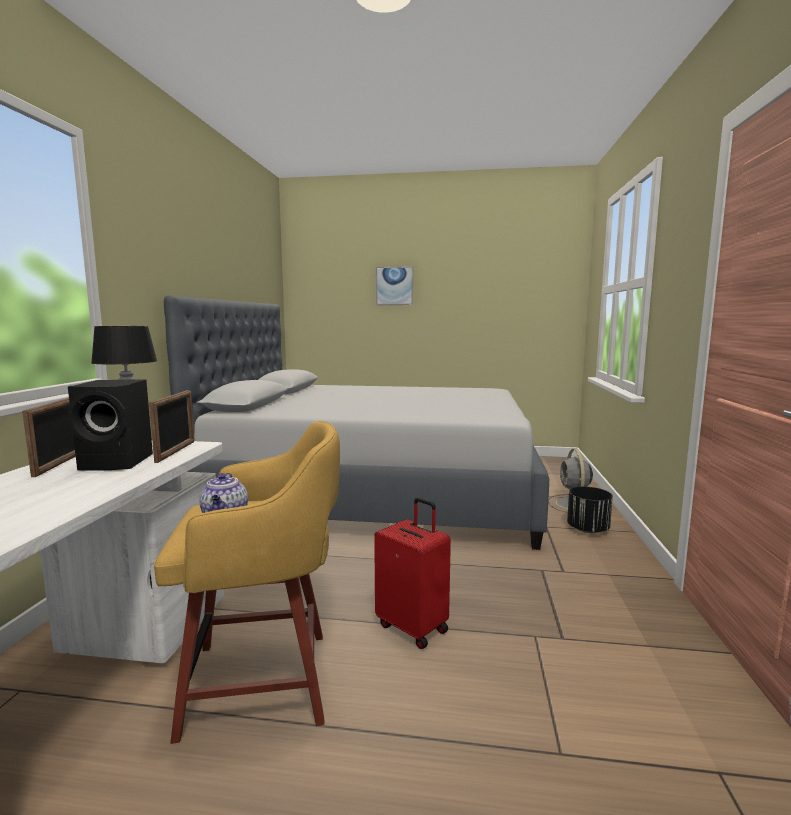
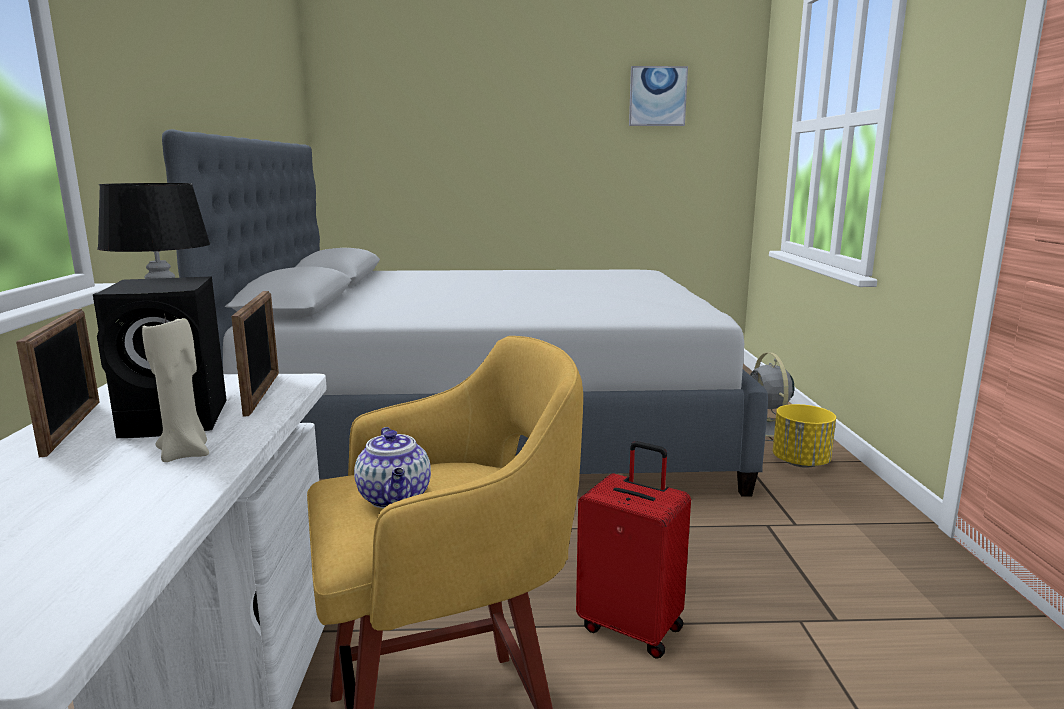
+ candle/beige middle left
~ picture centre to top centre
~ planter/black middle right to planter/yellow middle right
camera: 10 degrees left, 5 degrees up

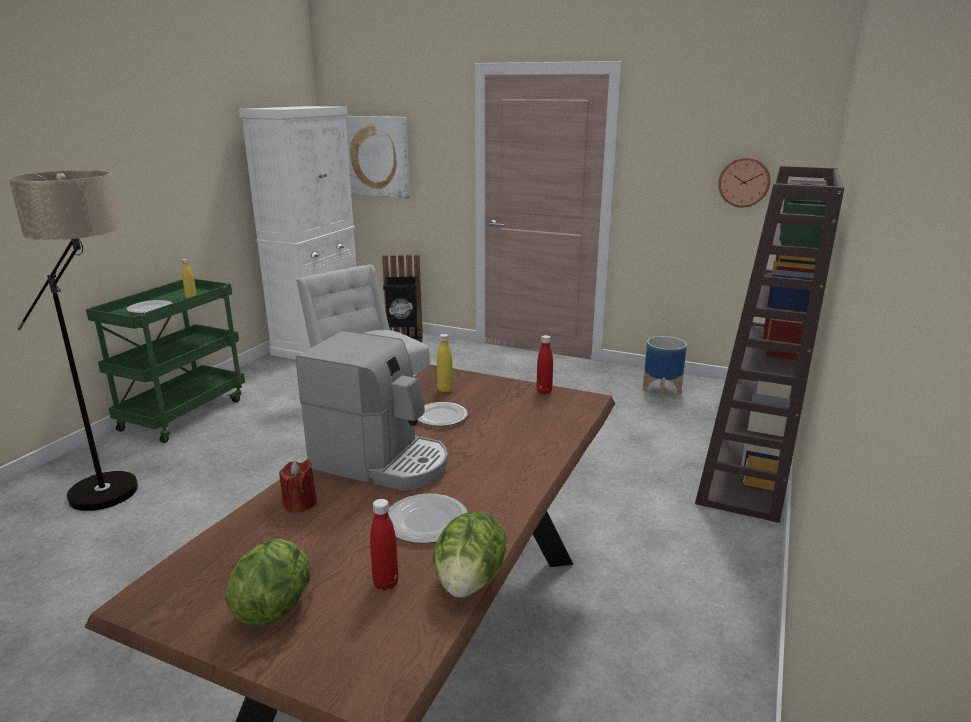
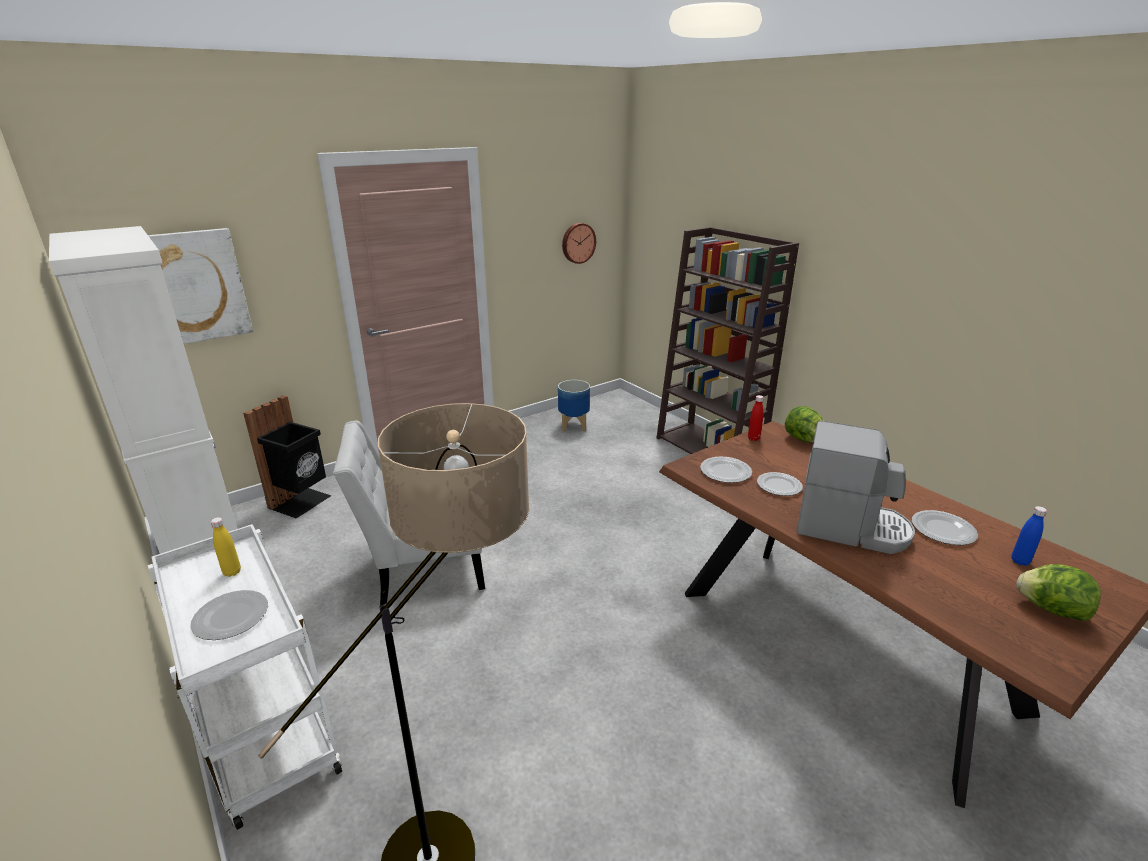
- candle/red bottom left
~ lettuce (2nd from left in the first image) bottom centre to lettuce (1st from left) middle right
~ bottle/yellow (2nd from left) centre to plate (2nd from left) centre
~ cart/green middle left to cart/white bottom left
~ bottle/red (1st from left) bottom centre to bottle/blue middle right
~ coffee machine centre = middle right 60 degrees clockwise
camera: 60 degrees left, 5 degrees up

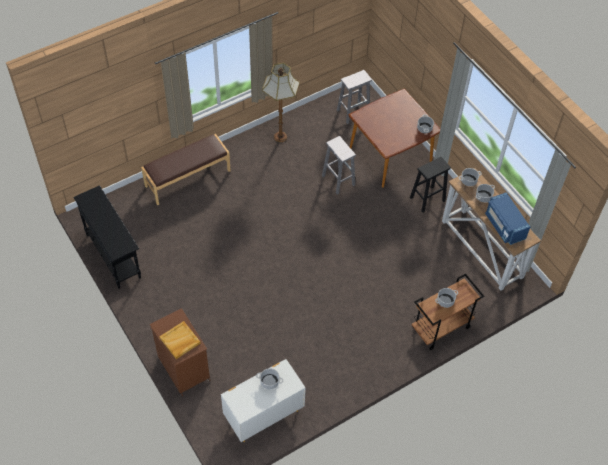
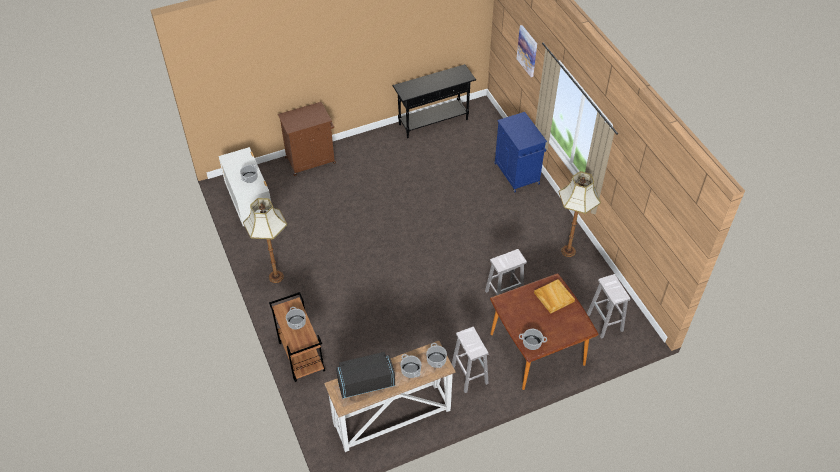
+ floor lamp (1st from left) middle left
+ picture top centre
~ tray/beige bottom left to centre
~ bench/brown middle left to cabinet/blue top centre
~ stool/black middle right to stool/white (1st from left) bottom centre
~ microwave/blue middle right to microwave/black bottom centre
camera: 100 degrees right, 5 degrees down

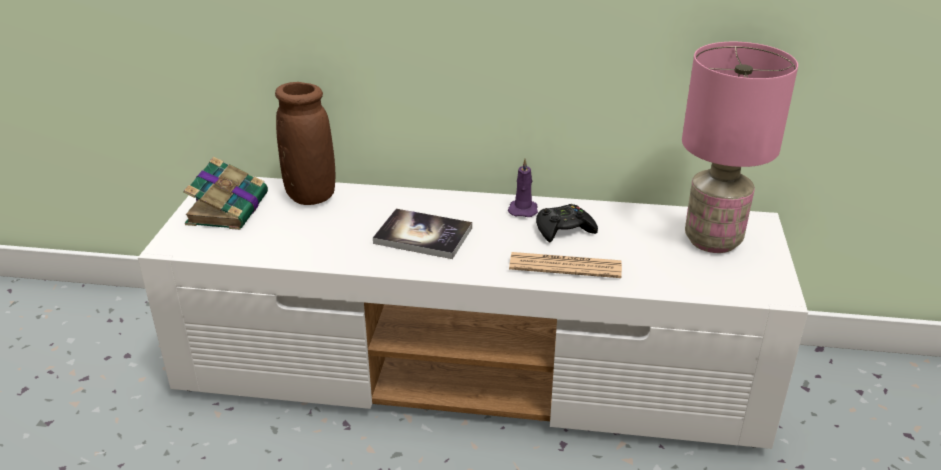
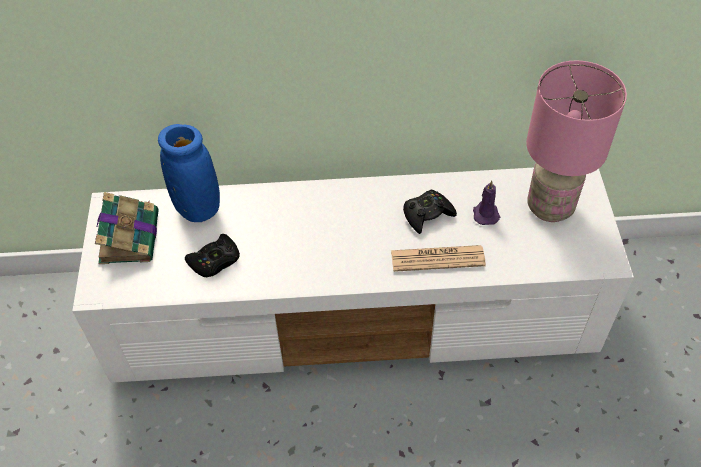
- book (2nd from left) centre
+ game controller/black (1st from left) middle left
~ candle/purple centre to middle right
~ vase/brown top left to vase/blue middle left
camera: 10 degrees left, 20 degrees up

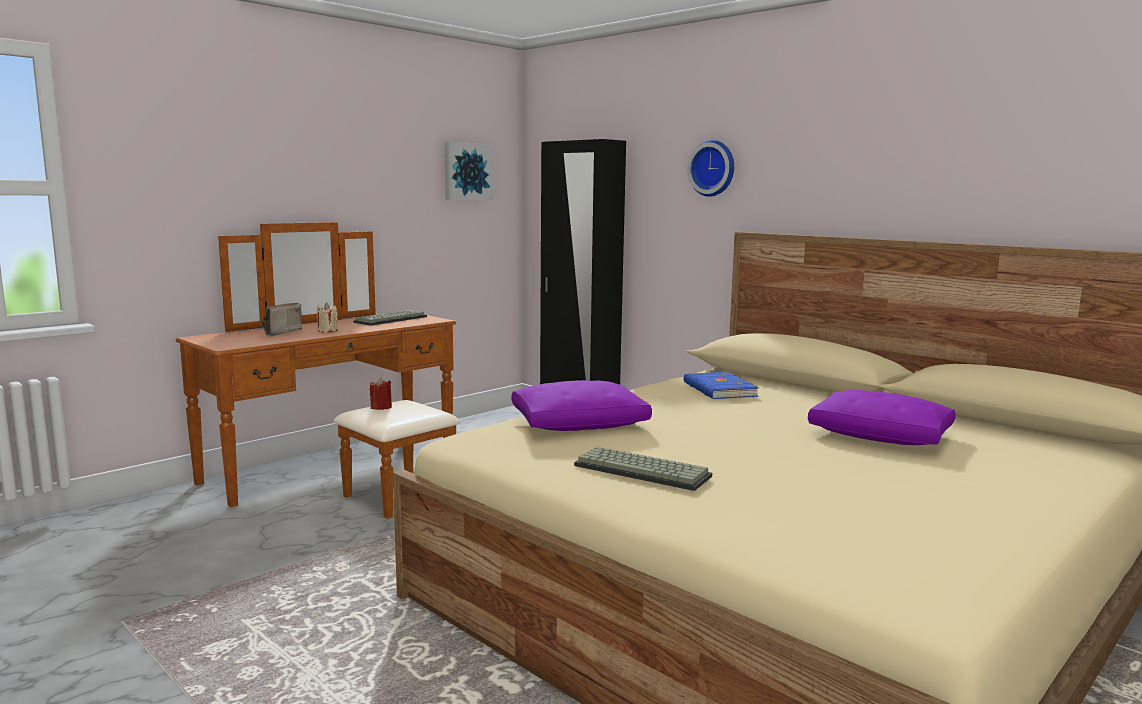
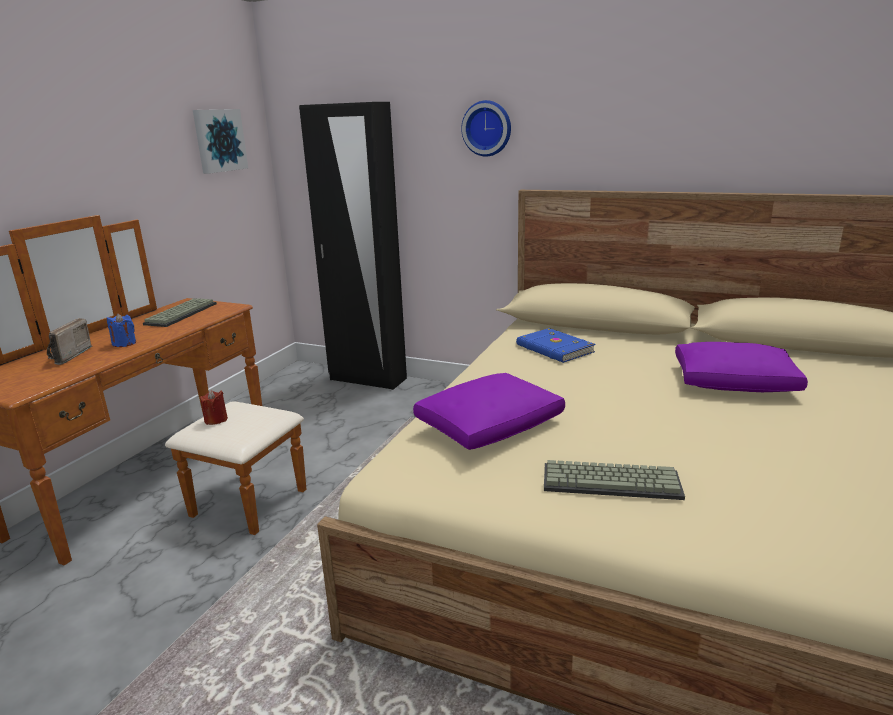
~ candle/beige middle left to candle/blue middle left
camera: 20 degrees left, 10 degrees up

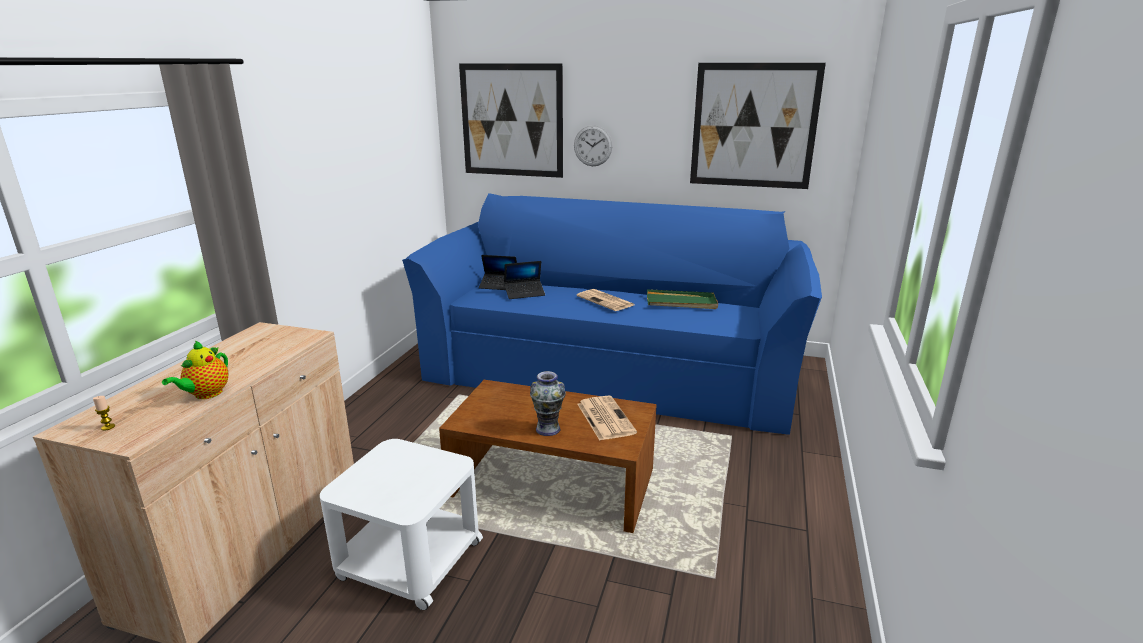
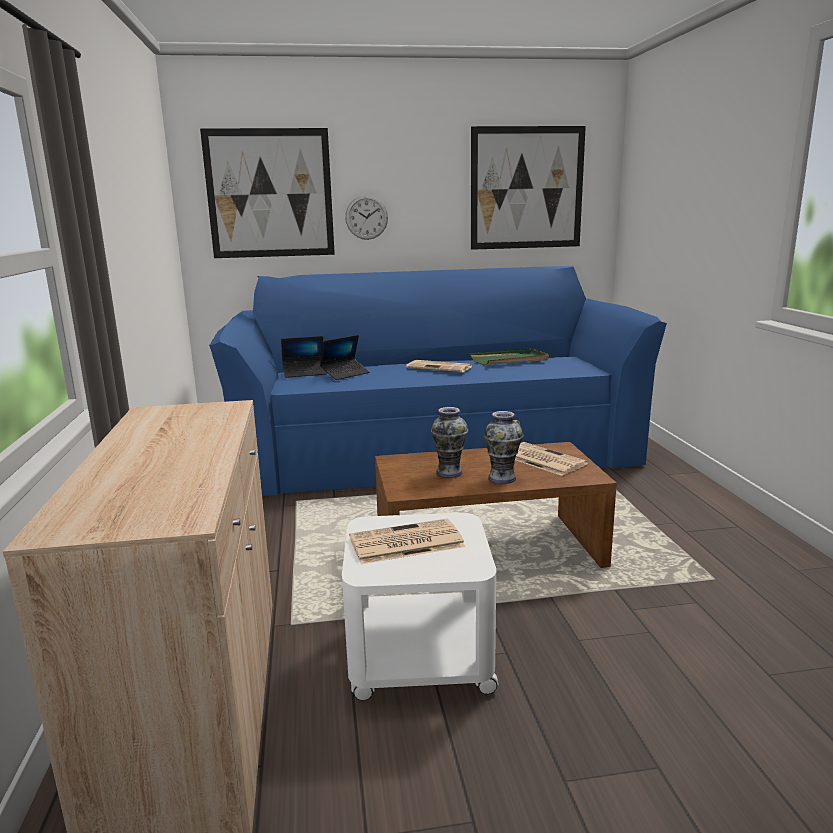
- candle middle left
- teapot middle left
+ newspaper (1st from left) centre
+ vase (1st from left) centre
camera: 25 degrees left, 5 degrees down

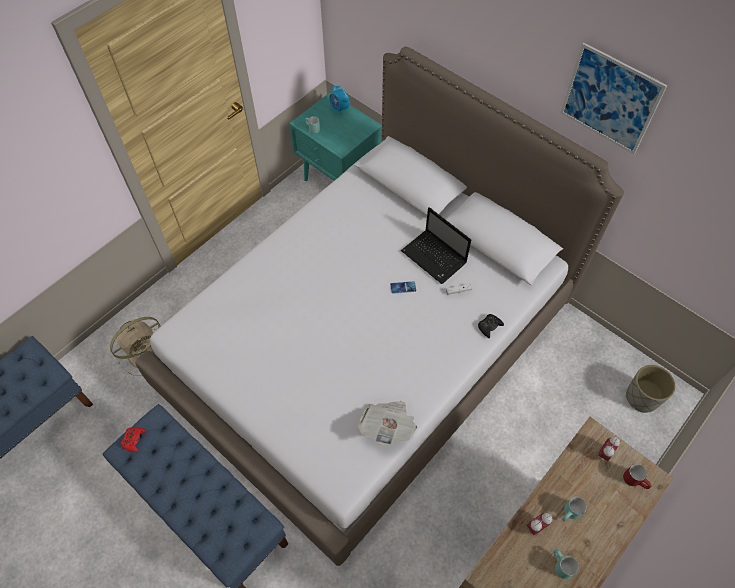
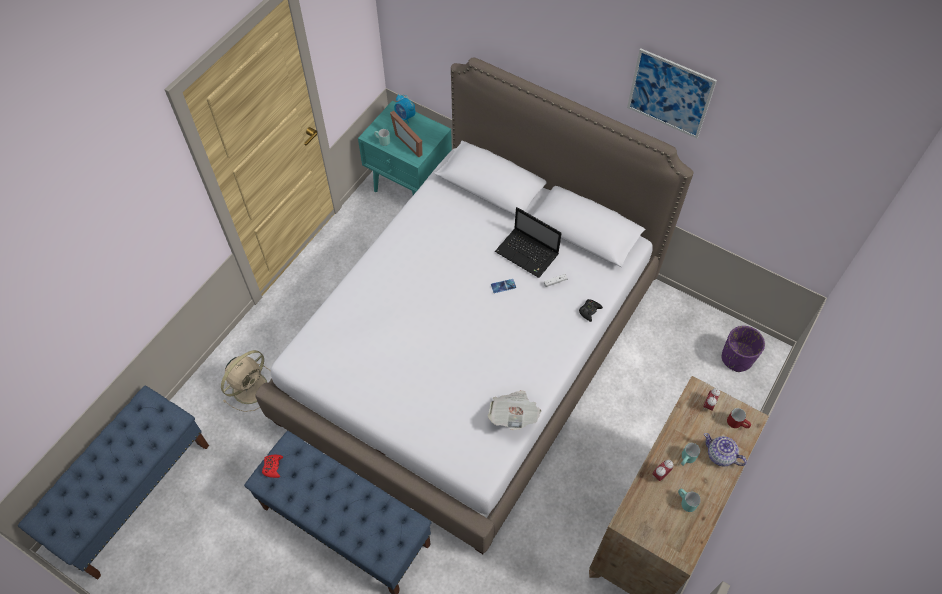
+ picture frame top centre
+ teapot bottom right
~ planter/grey middle right to planter/purple middle right
camera: 10 degrees left, 0 degrees up

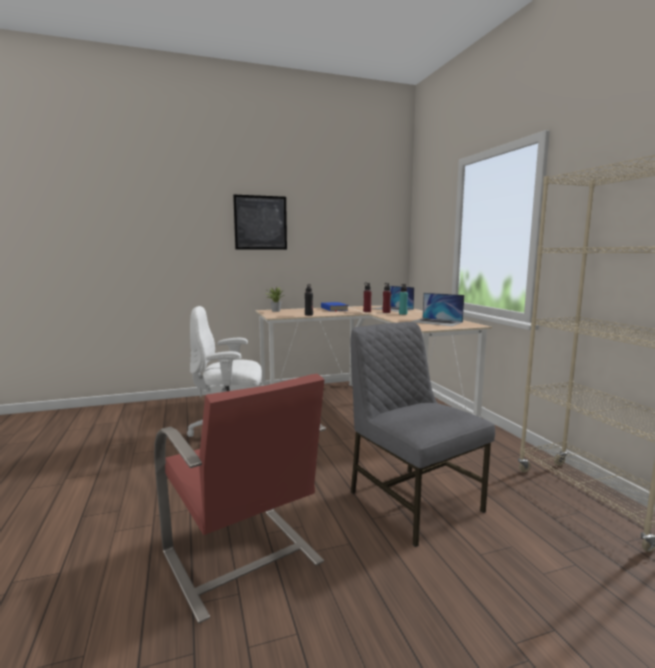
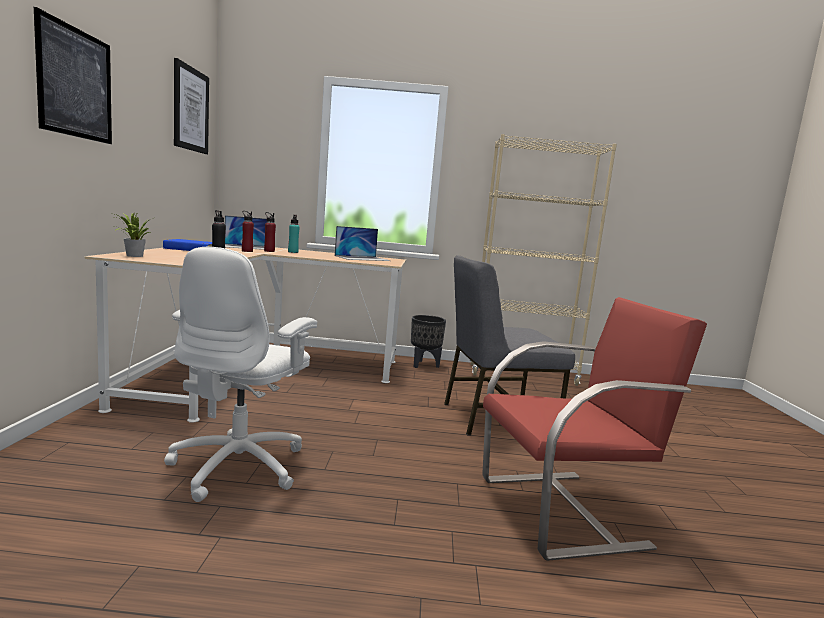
+ picture (2nd from left) top left
+ planter/black centre
camera: 70 degrees left, 0 degrees up

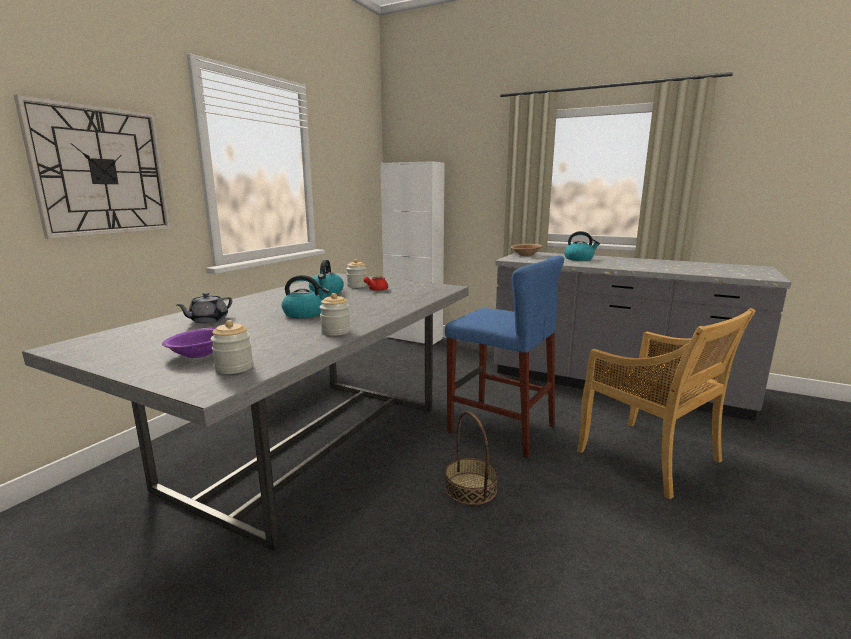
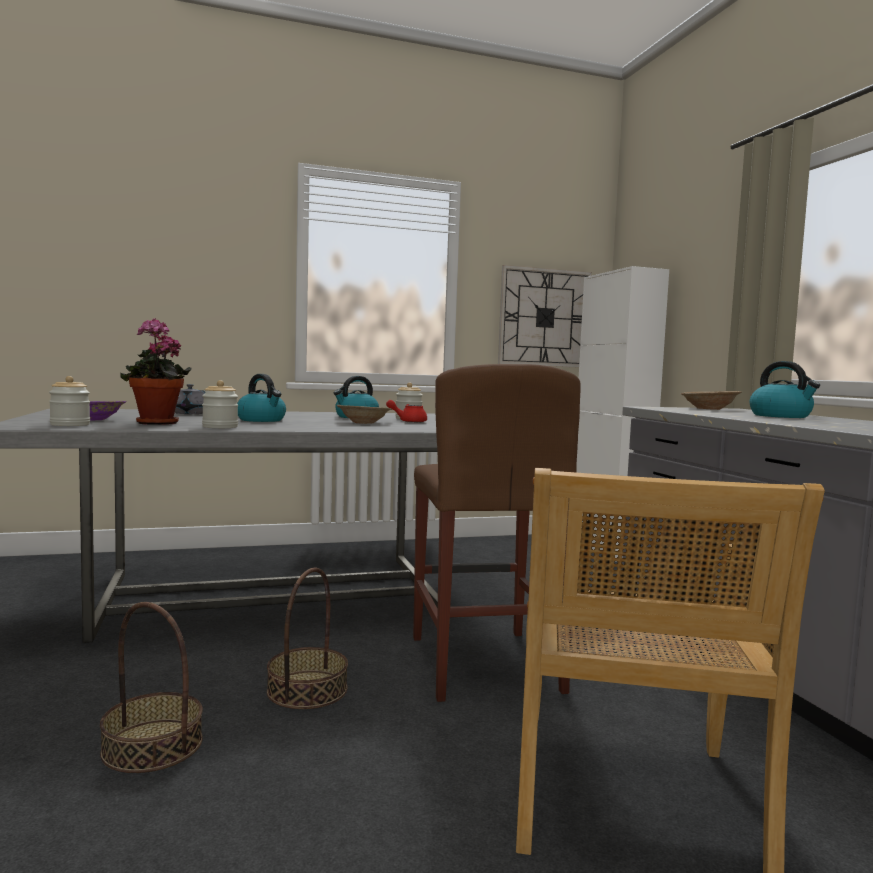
+ basket (1st from left) bottom left
+ potted plant middle left
+ bowl/brown (1st from left) centre
~ wall clock top left to centre
~ stool/blue centre to stool/brown centre
camera: 45 degrees right, 10 degrees down

